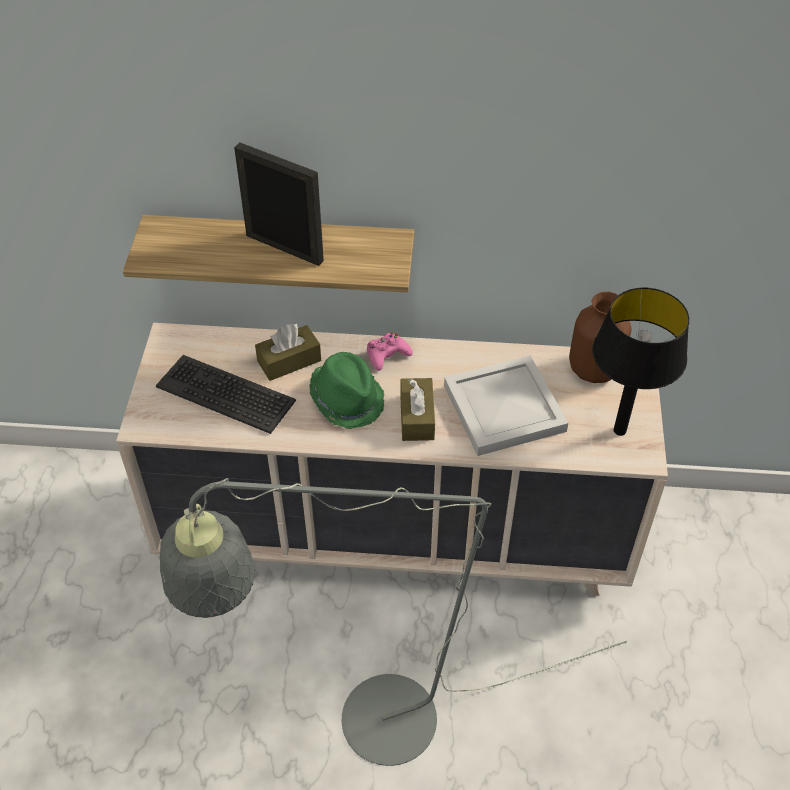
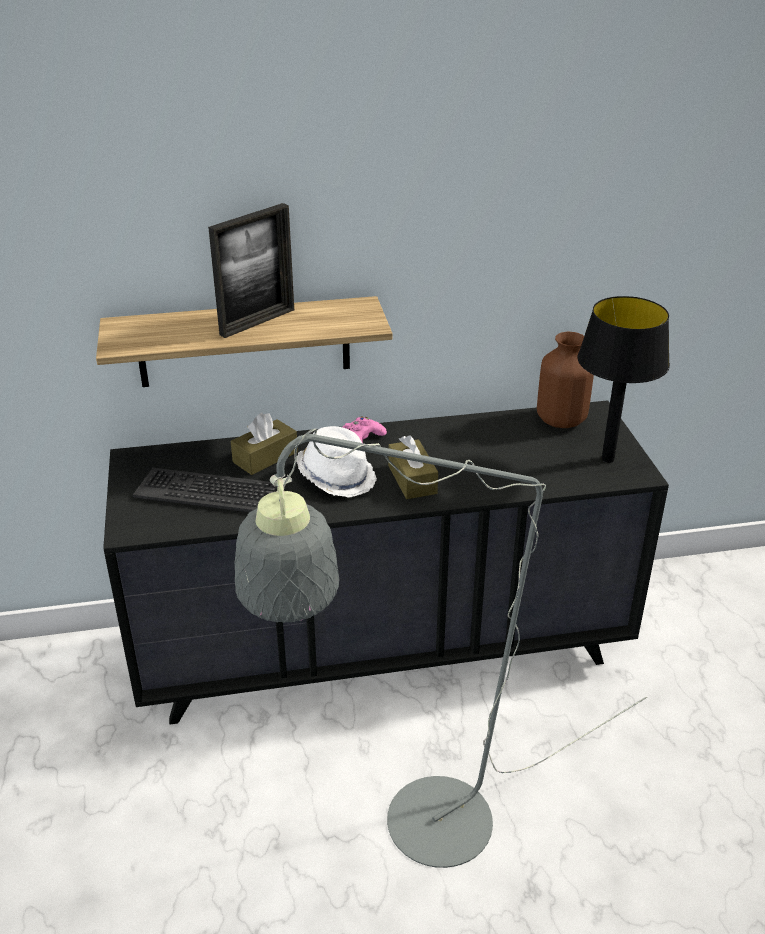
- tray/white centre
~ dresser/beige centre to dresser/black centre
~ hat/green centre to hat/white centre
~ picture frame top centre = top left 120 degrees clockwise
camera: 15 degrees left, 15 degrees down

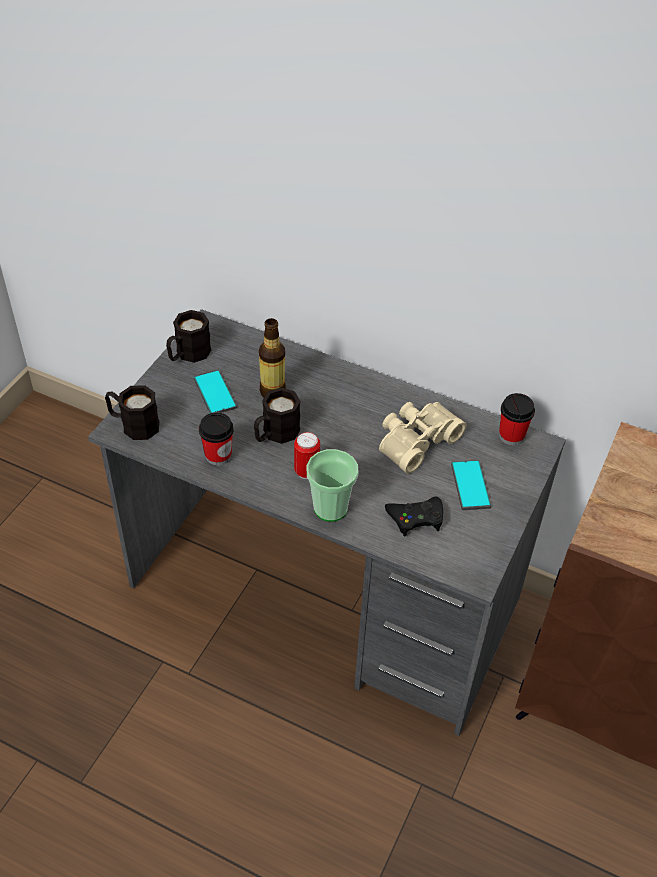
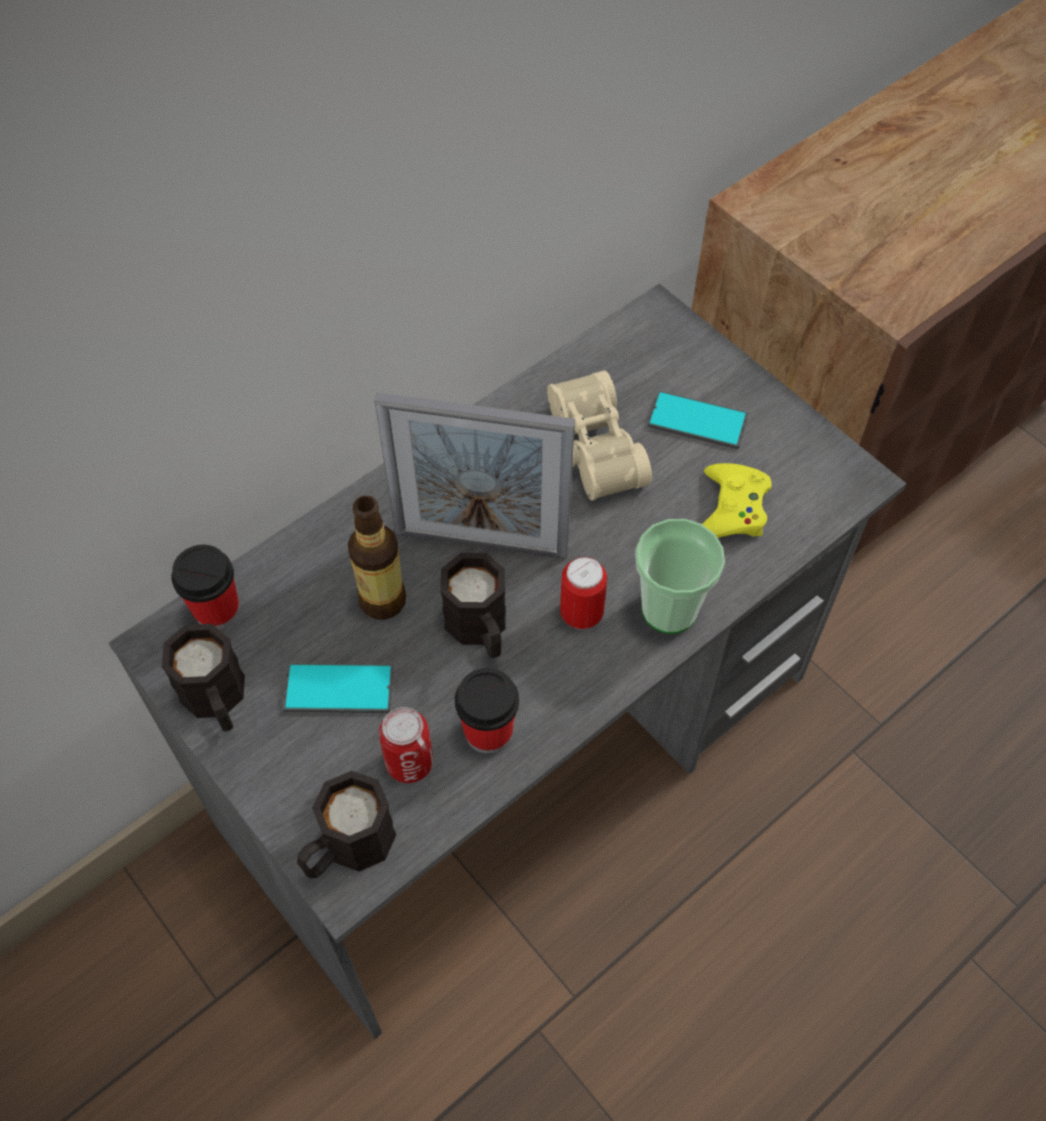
+ picture frame centre
+ can (1st from left) centre
~ cup (3rd from left in the first image) middle right to cup (1st from left) middle left
~ game controller/black centre to game controller/yellow middle right
camera: 65 degrees left, 10 degrees up

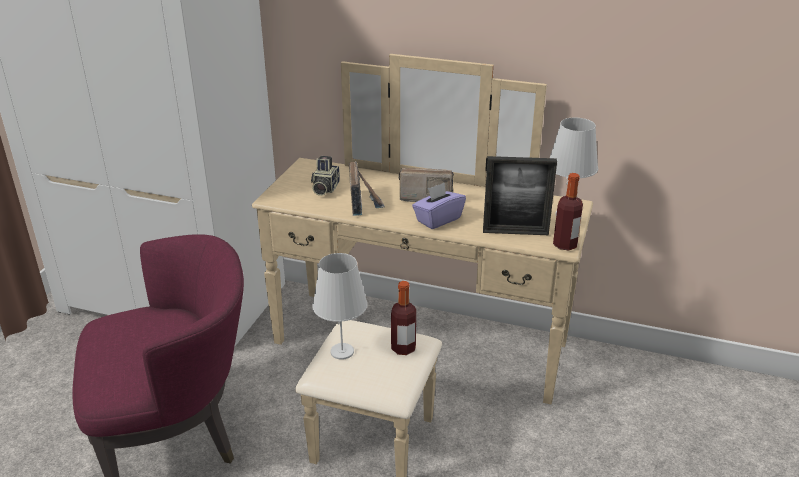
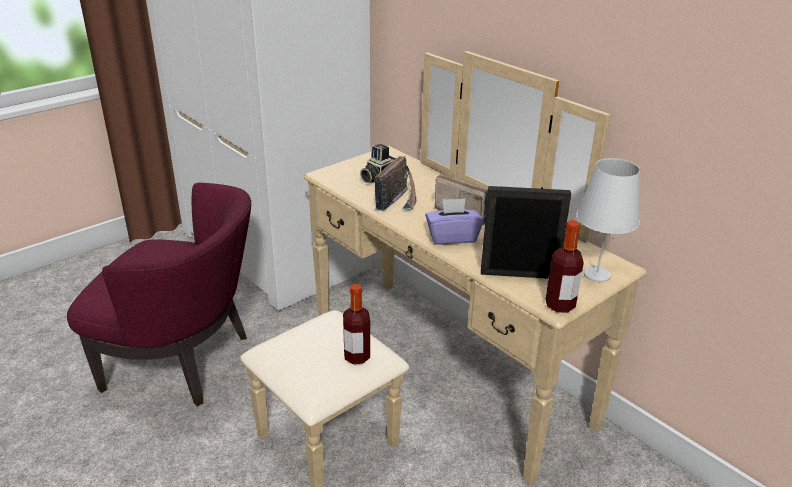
- table lamp/white (1st from left) centre
~ picture frame centre = centre 150 degrees clockwise
camera: 30 degrees right, 0 degrees up

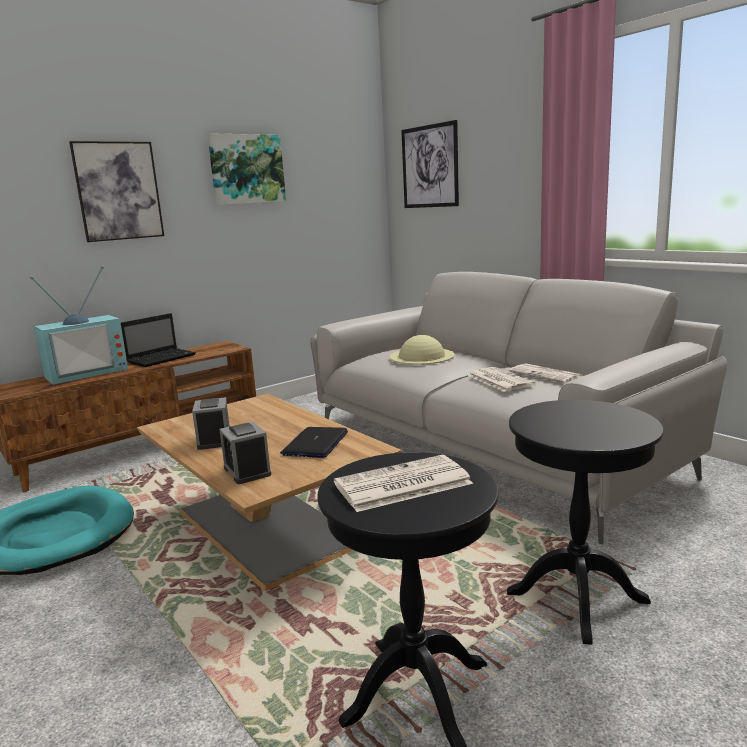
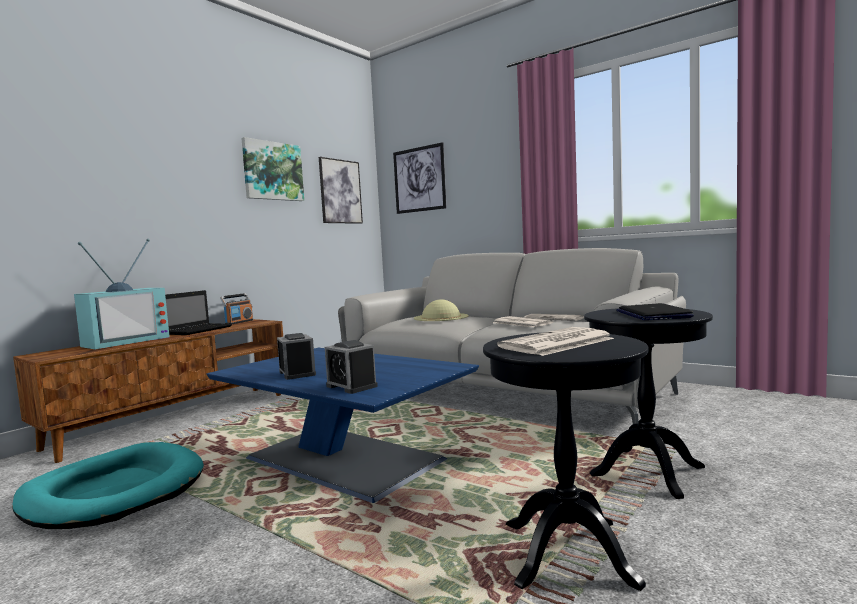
+ radio middle left
~ picture (1st from left in the first image) top left to picture (2nd from left) top centre
~ laptop (2nd from left) centre to middle right
~ coffee table/brown centre to coffee table/blue bottom centre
camera: 15 degrees left, 10 degrees down

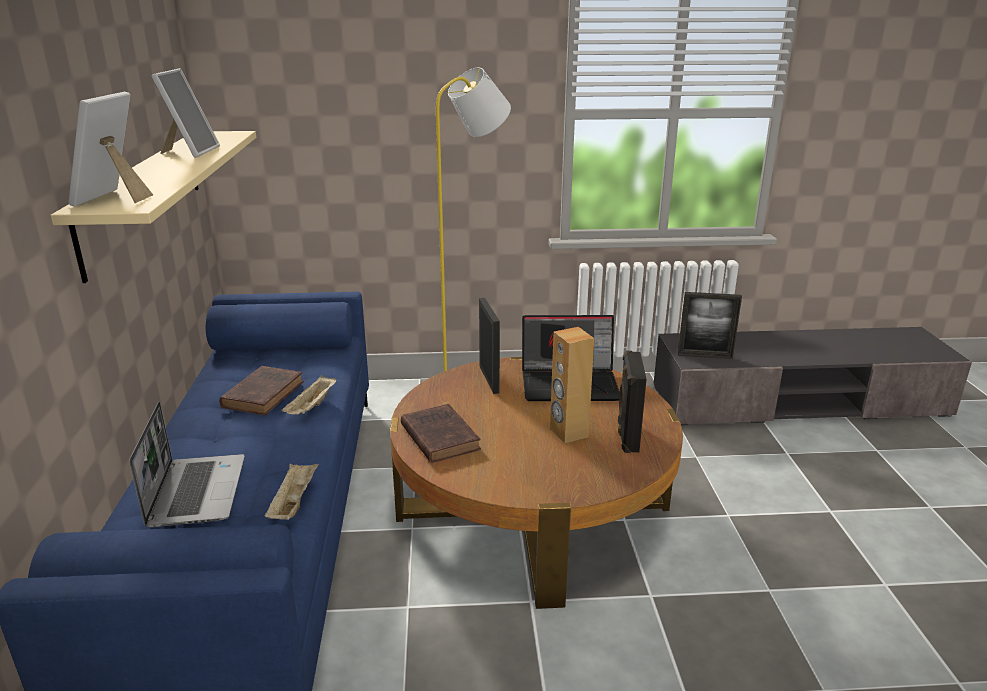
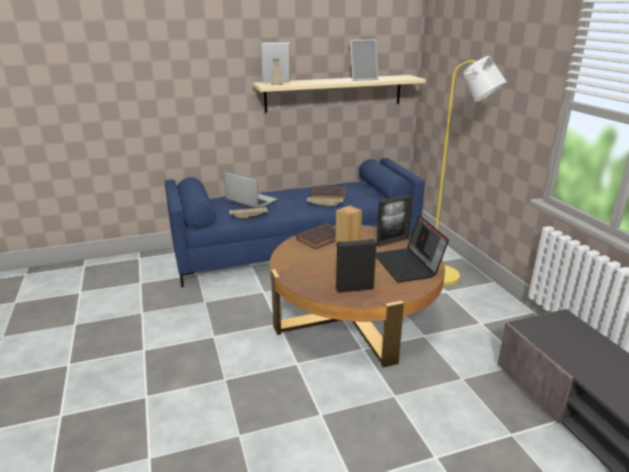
- picture frame (4th from left) middle right
~ laptop (1st from left) bottom left = centre 120 degrees counterclockwise
camera: 75 degrees right, 0 degrees up

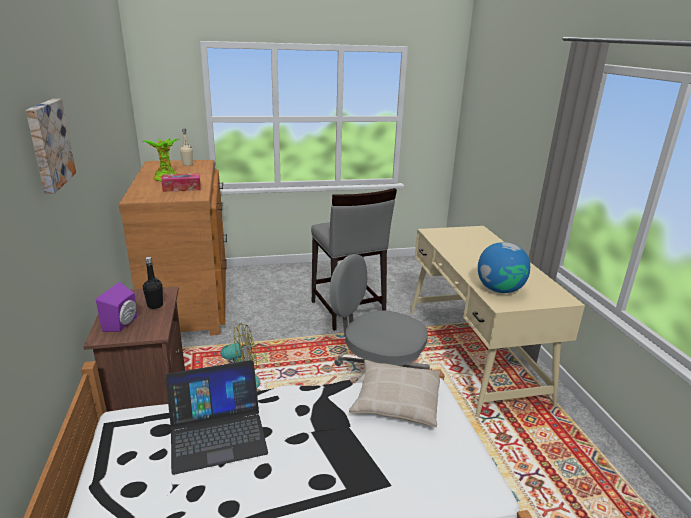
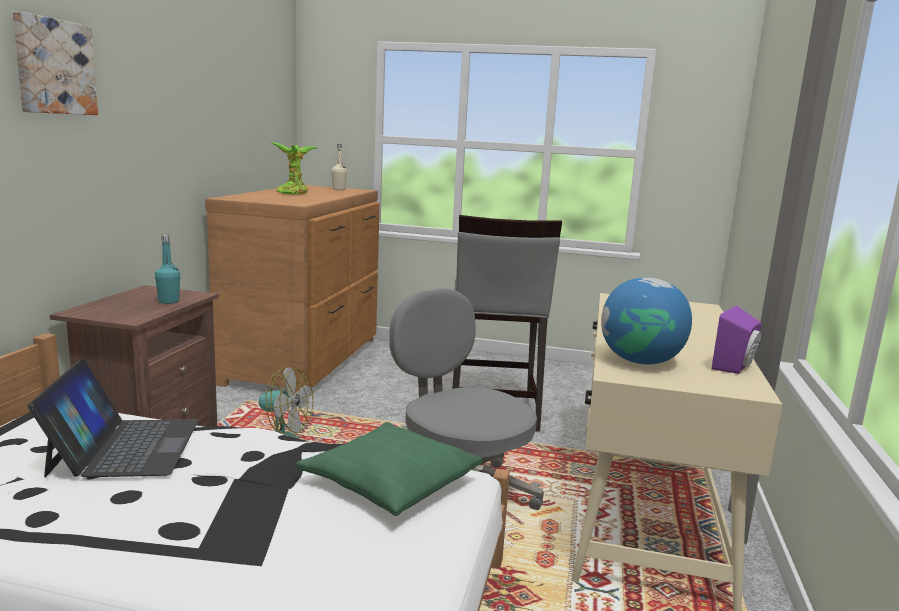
- tissue box middle left
~ speaker/purple middle left to middle right
~ bottle/black middle left to bottle/turquoise middle left
~ pillow/beige bottom centre to pillow/green bottom centre
~ laptop bottom left = bottom left 105 degrees counterclockwise
camera: 25 degrees right, 10 degrees down

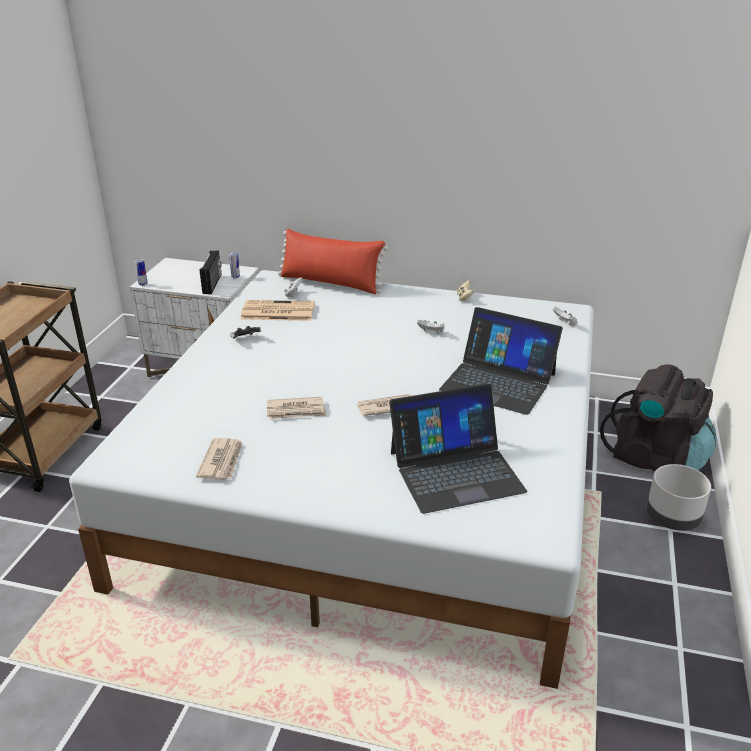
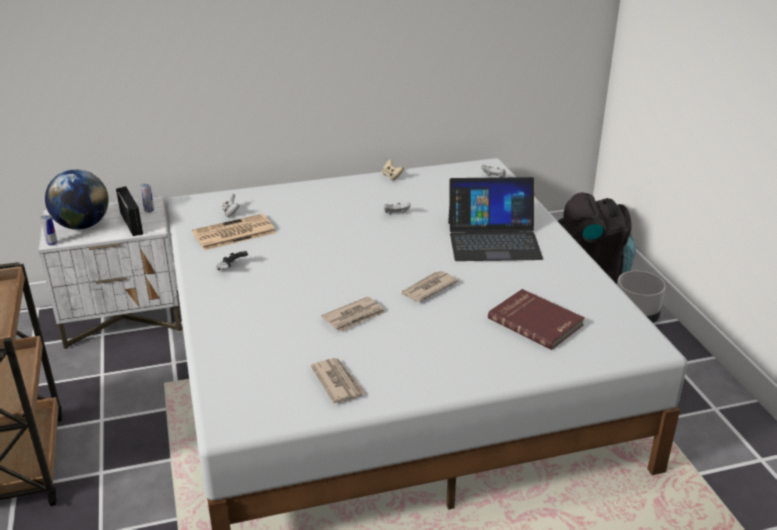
- pillow/red centre
+ globe middle left
~ laptop (1st from left) centre to book/red middle right
camera: 30 degrees left, 0 degrees up

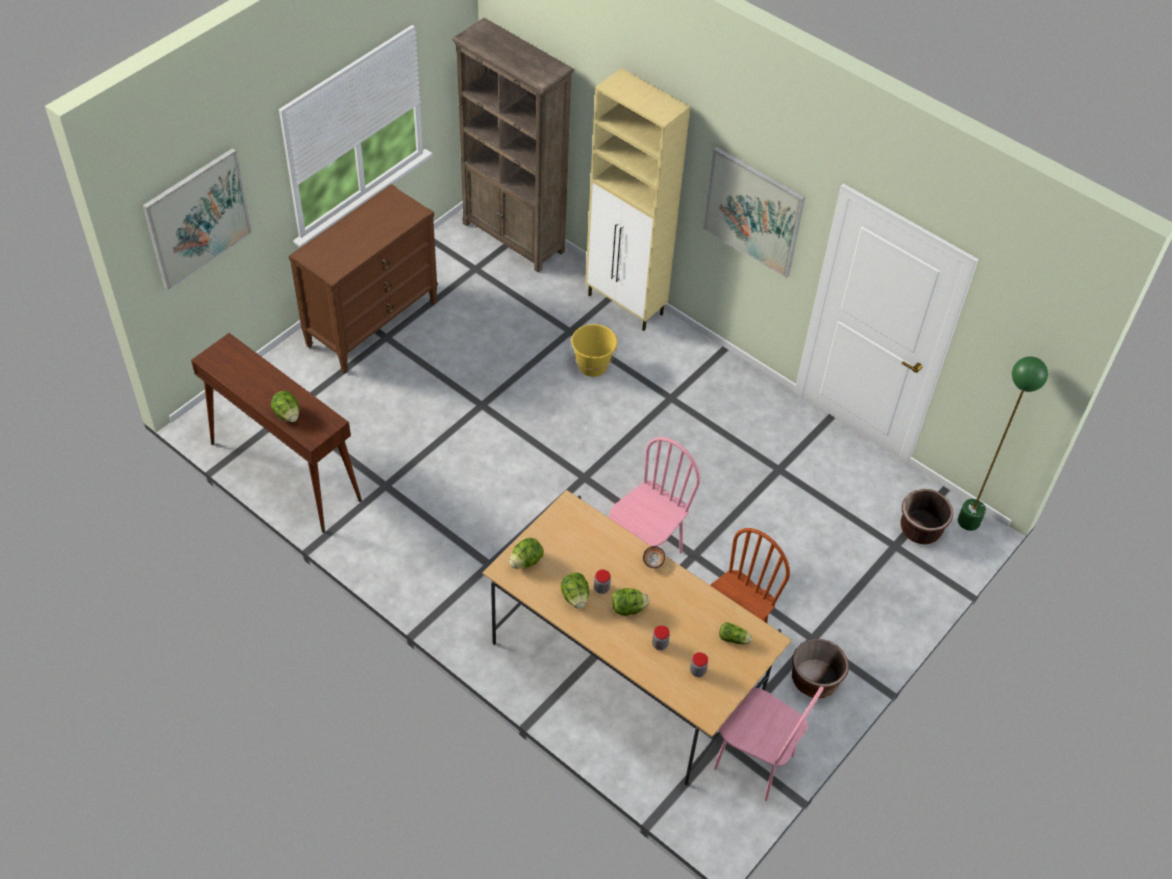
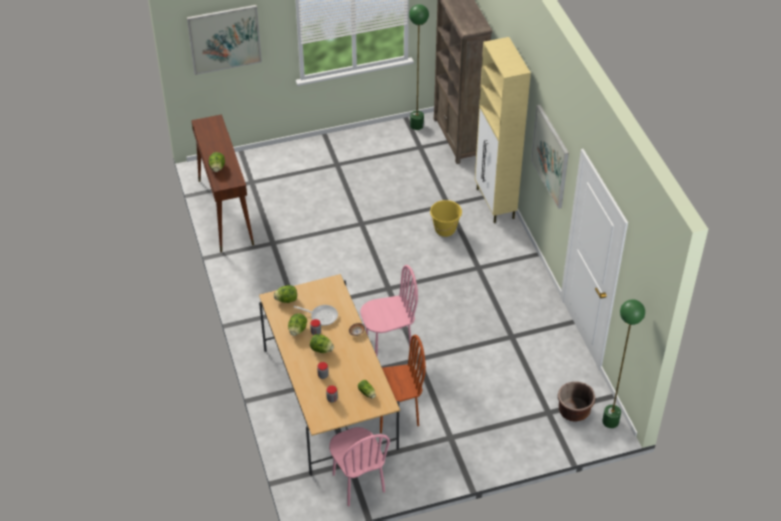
- dresser/brown top left
- planter/brown (1st from left) bottom right
+ frying pan centre
+ floor lamp/green (1st from left) top centre
camera: 35 degrees right, 5 degrees down

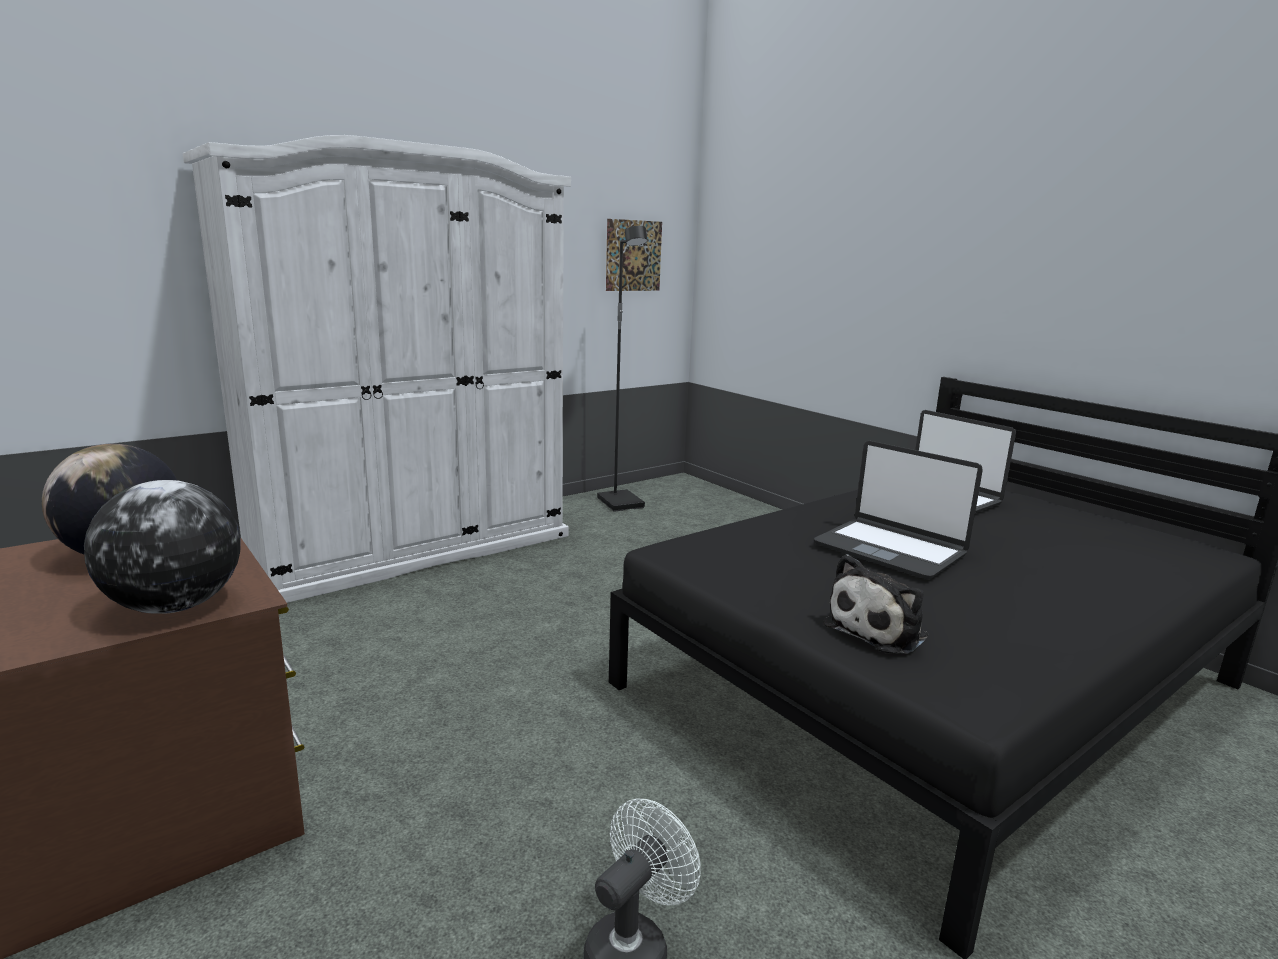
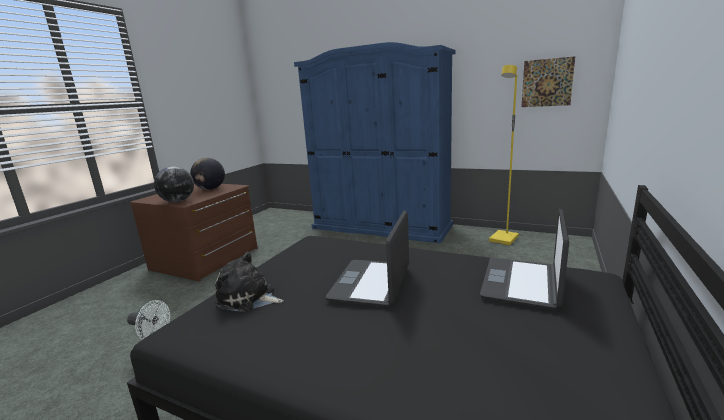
~ wardrobe/white middle left to wardrobe/blue centre
~ floor lamp/black centre to floor lamp/yellow middle right
camera: 65 degrees right, 0 degrees up

